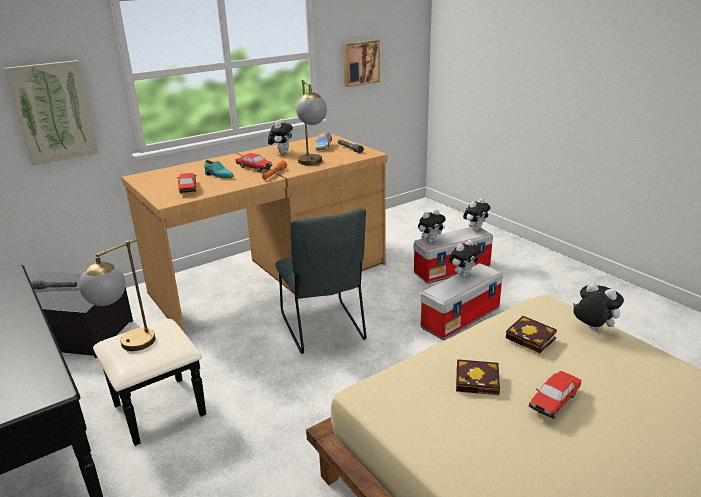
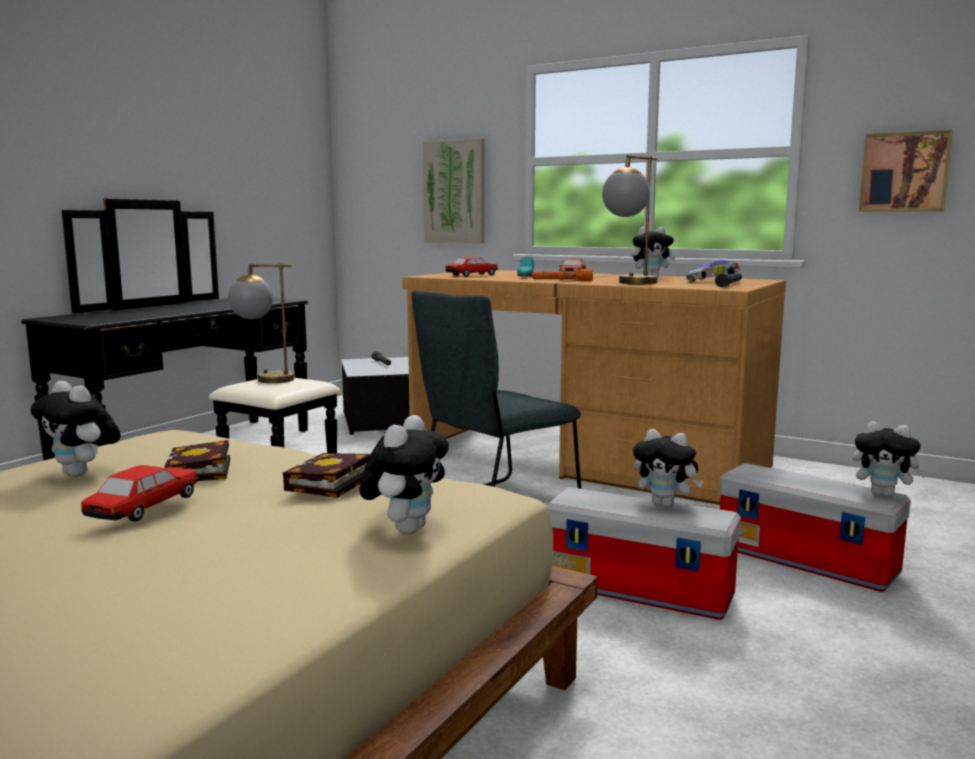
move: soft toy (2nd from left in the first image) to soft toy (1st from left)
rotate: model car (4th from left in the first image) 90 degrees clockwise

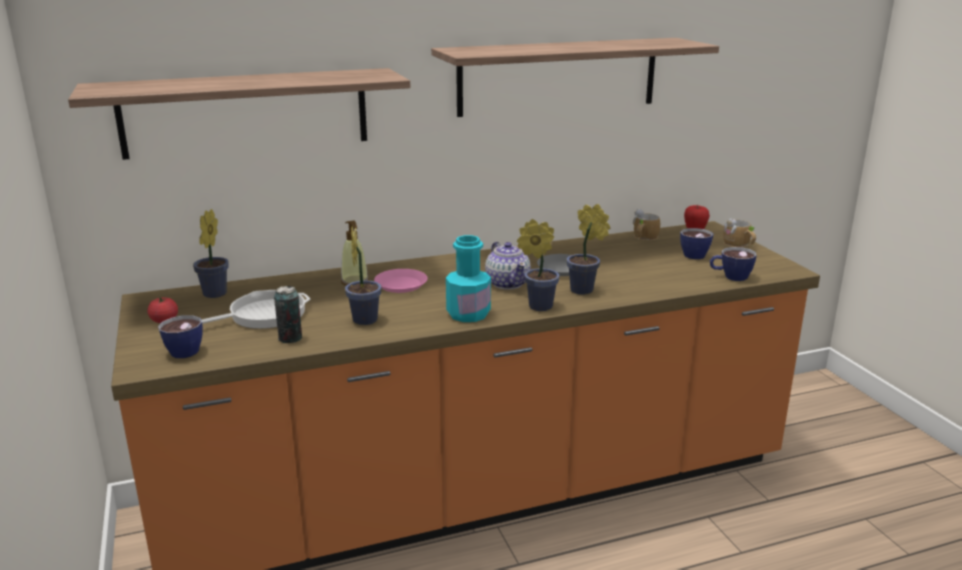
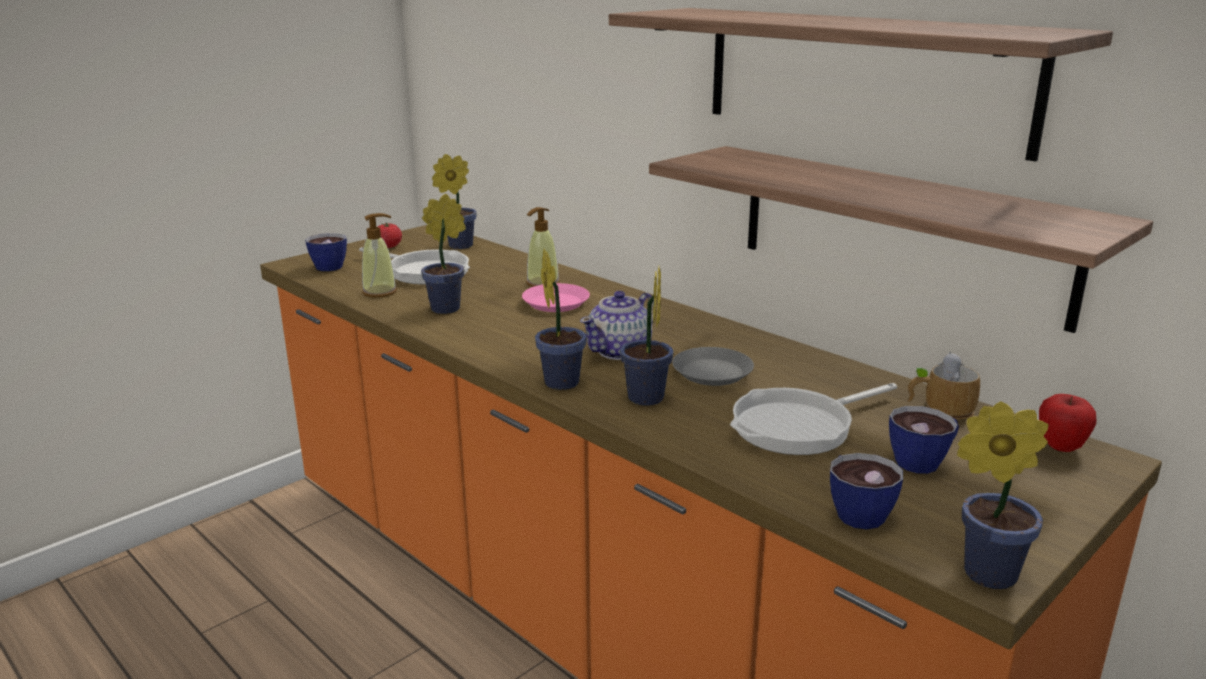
delete: beverage bottle (turquoise-coloured); coffee mug (2nd from left)
insert: frying pan (2nd from left); houseplant (5th from left)
move: shelf (1st from left in the first image) to shelf (2nd from left)
replace: sealed can to soap bottle (1st from left)

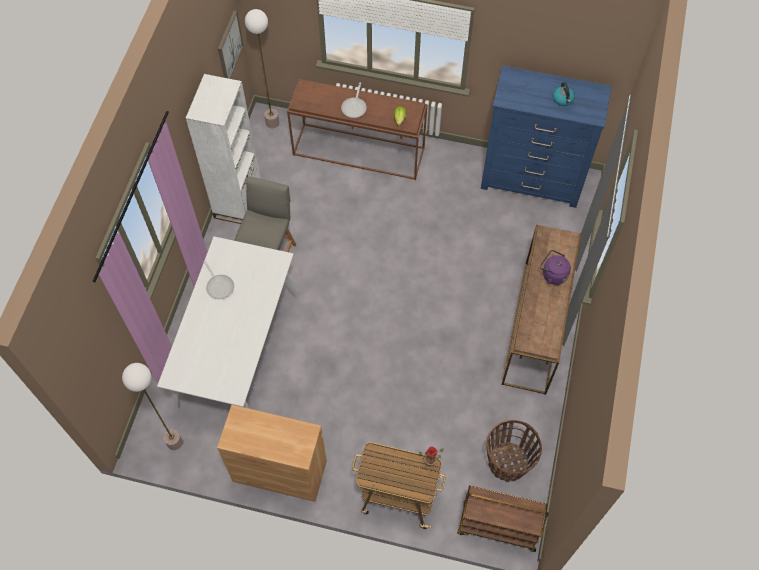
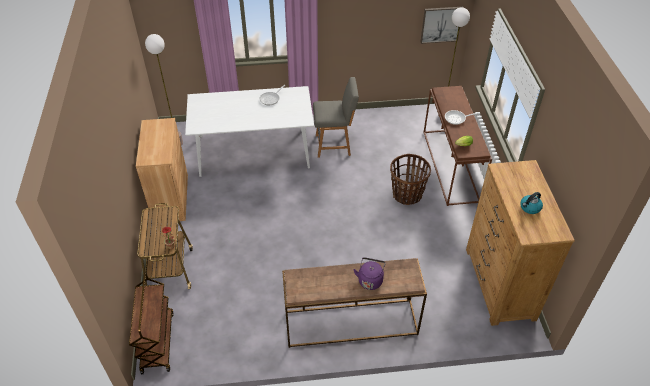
delete: bookcase (white-coloured)
move: storage basket
recolor: chest of drawers (bluish) to chest of drawers (brown)

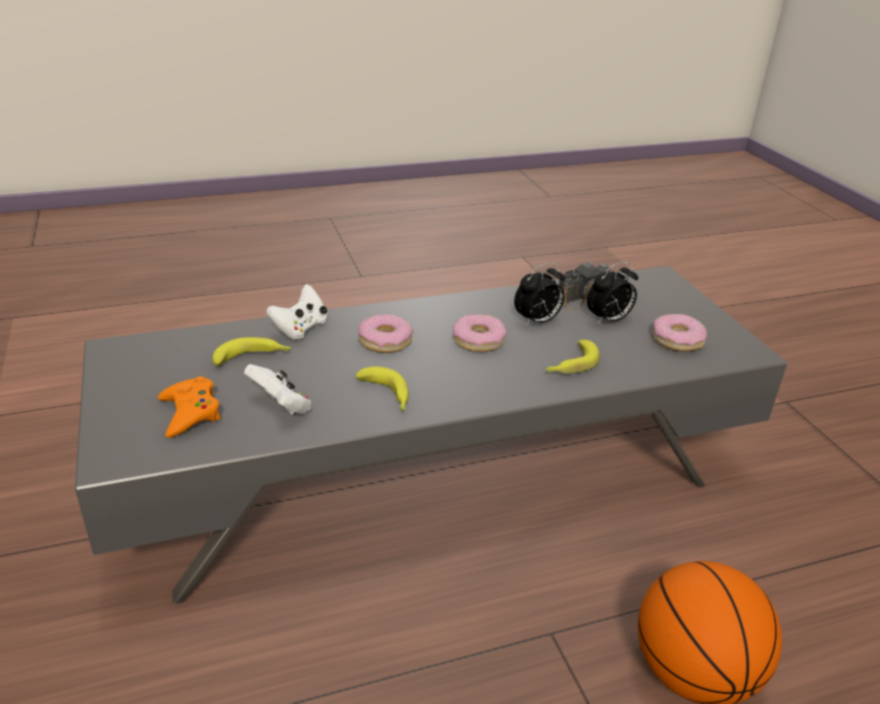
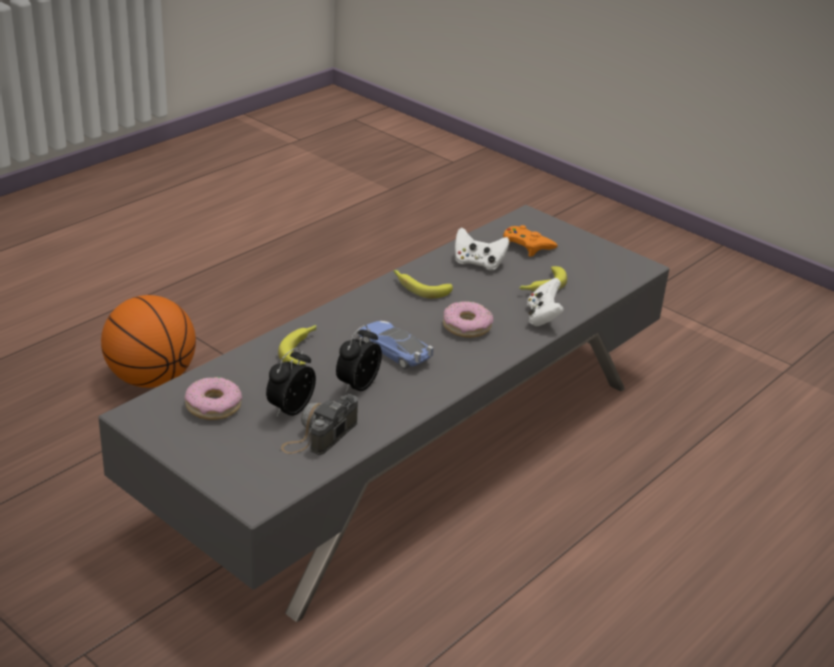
replace: donut (2nd from left) to model car

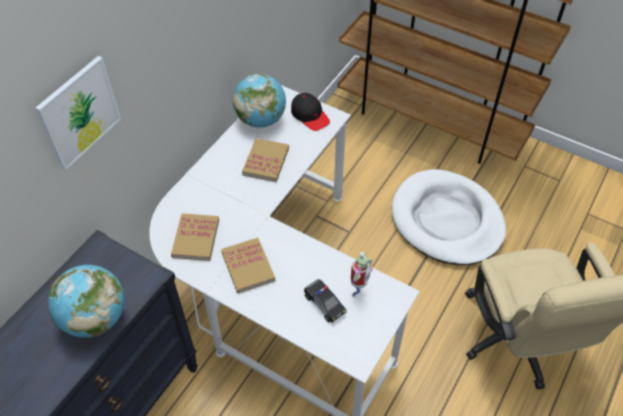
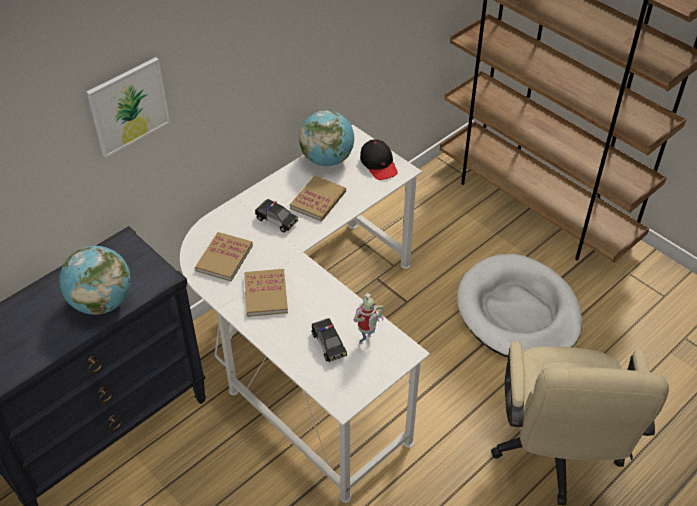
insert: model car (1st from left)

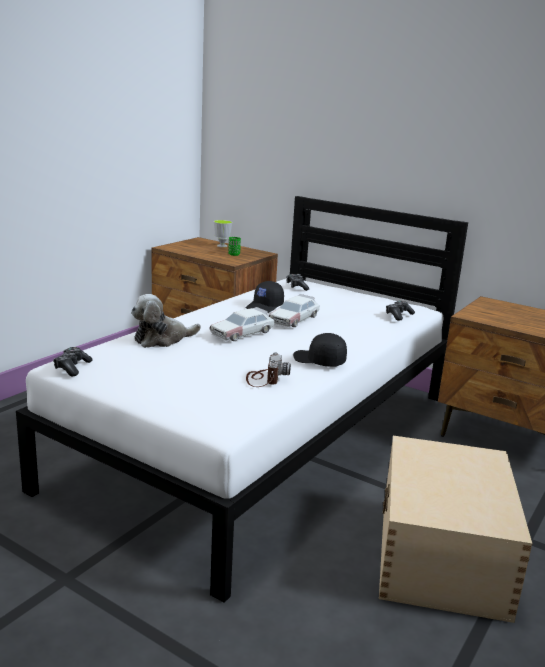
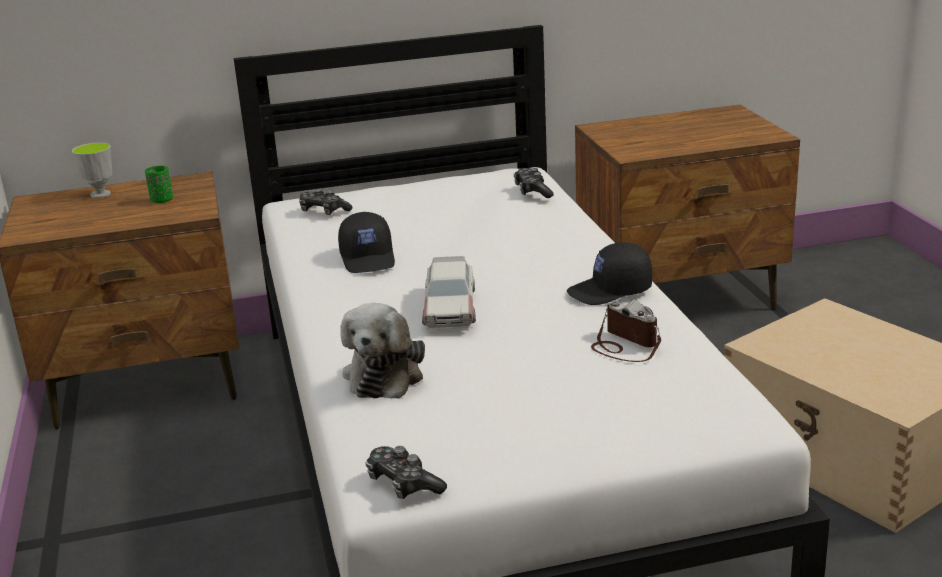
delete: model car (2nd from left)

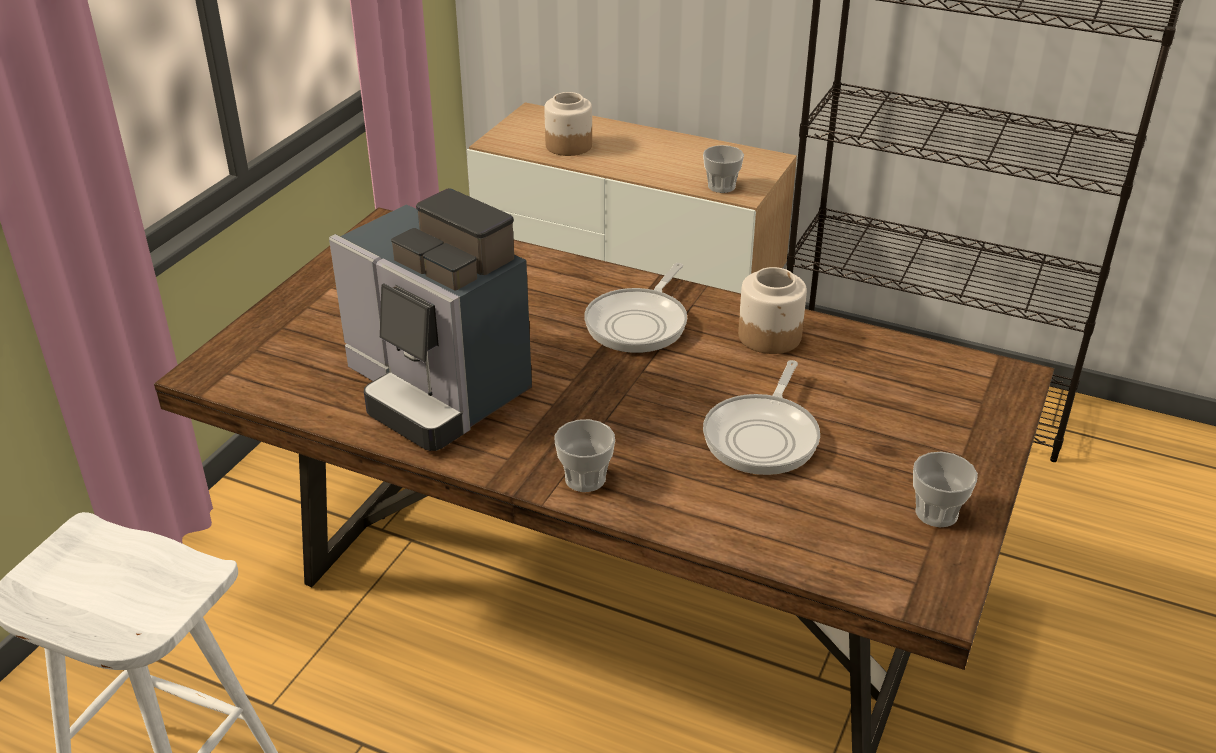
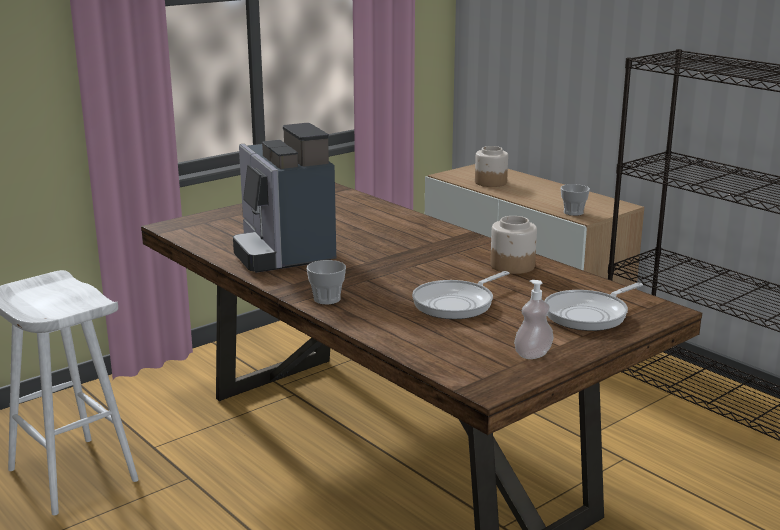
move: frying pan (1st from left in the first image) to frying pan (2nd from left)
replace: small cup (3rd from left) to soap bottle

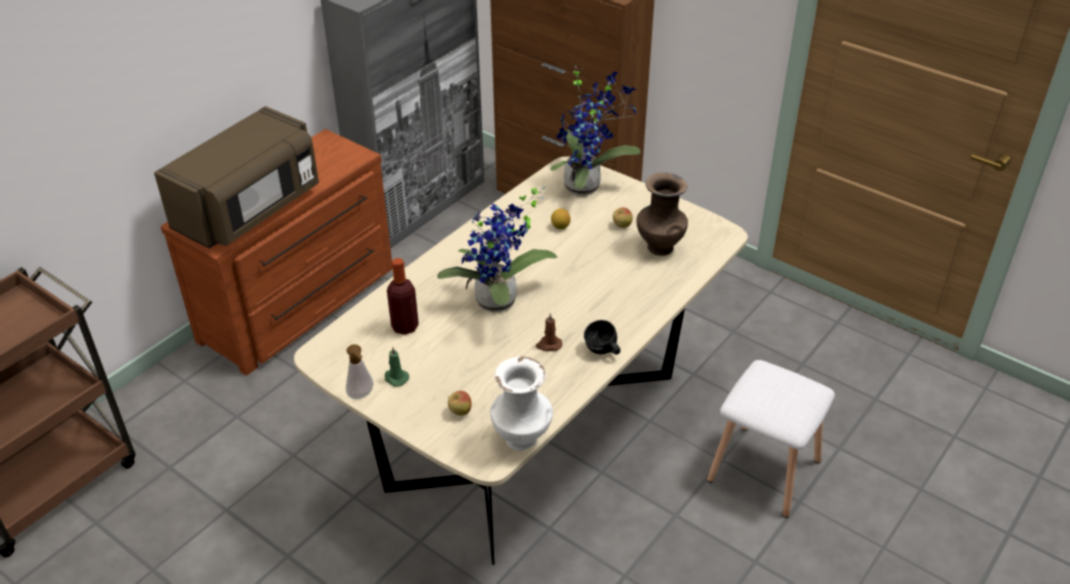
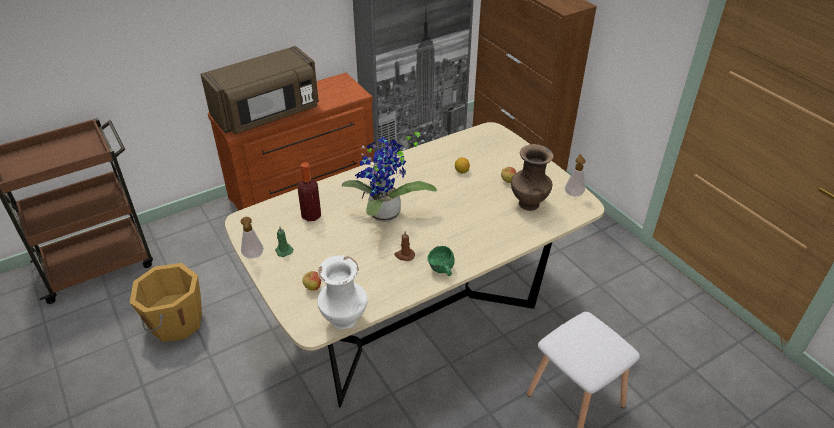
delete: houseplant (2nd from left)
insert: pail (orange-coloured); soap bottle (2nd from left)
recolor: coffee mug (black) to coffee mug (green)

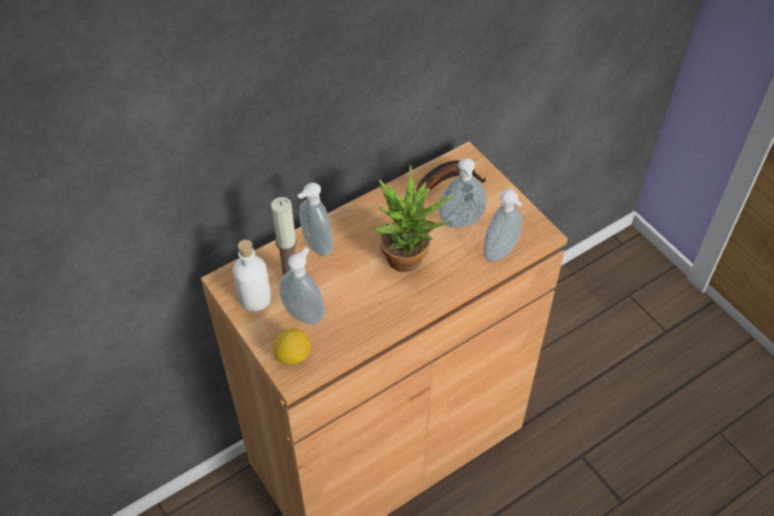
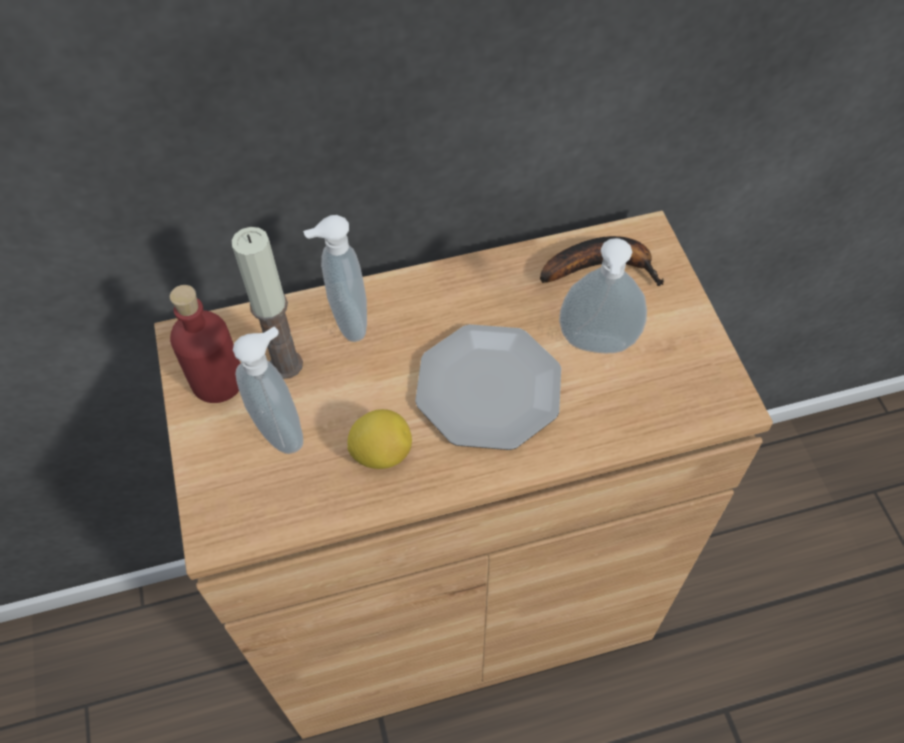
delete: soap bottle (4th from left)
move: citrus fruit
replace: houseplant to dinner plate
recolor: beverage bottle (white-coloured) to beverage bottle (red-coloured)

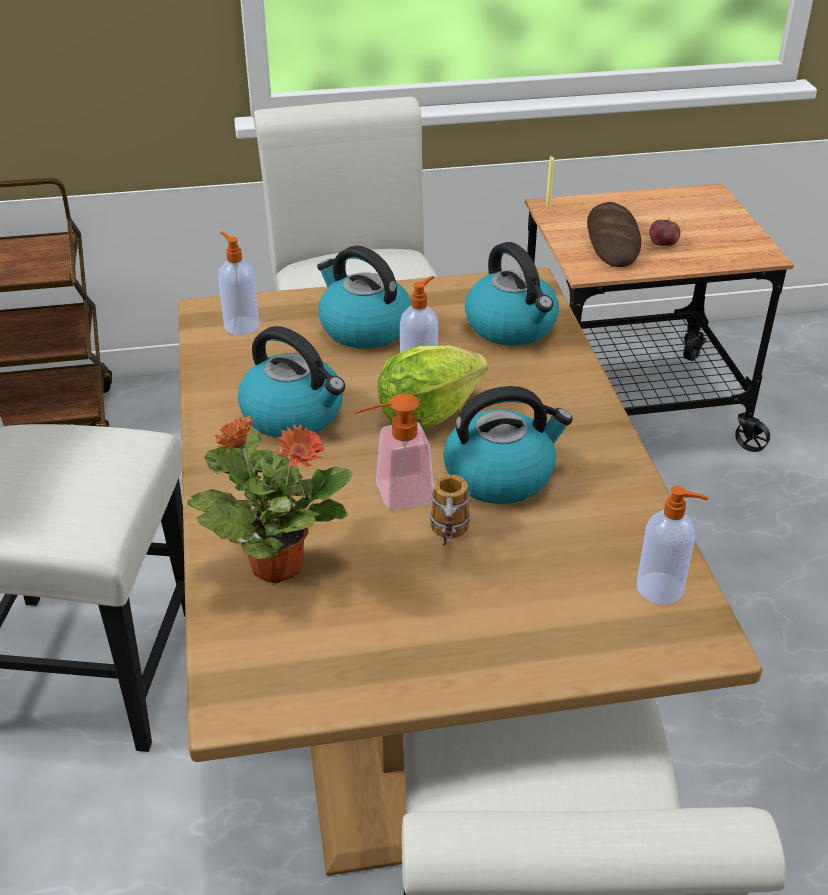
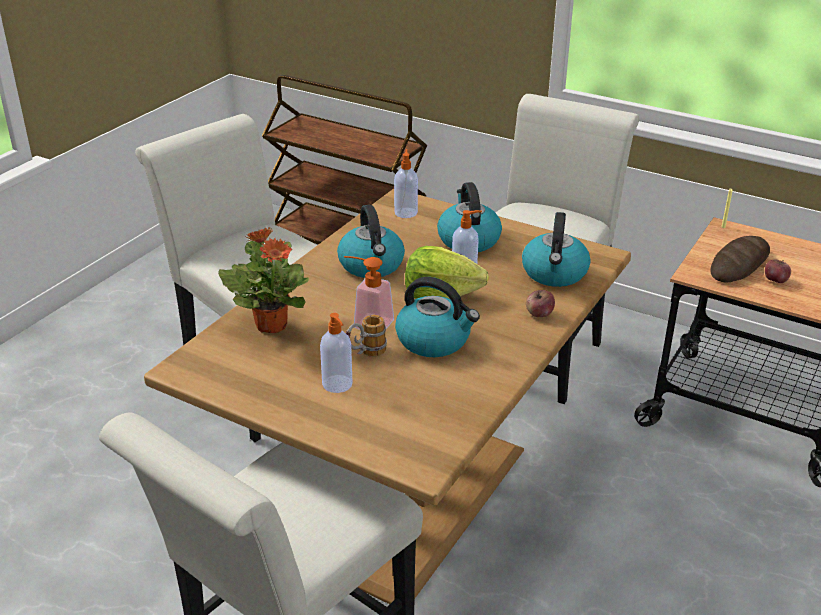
insert: whole apple (1st from left)
move: soap bottle (4th from left in the first image) to soap bottle (1st from left)

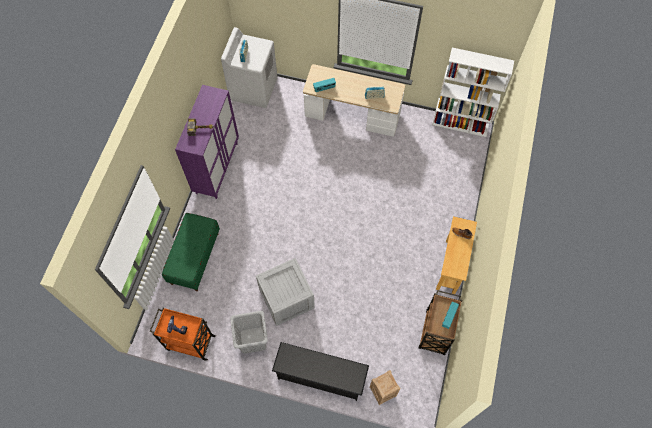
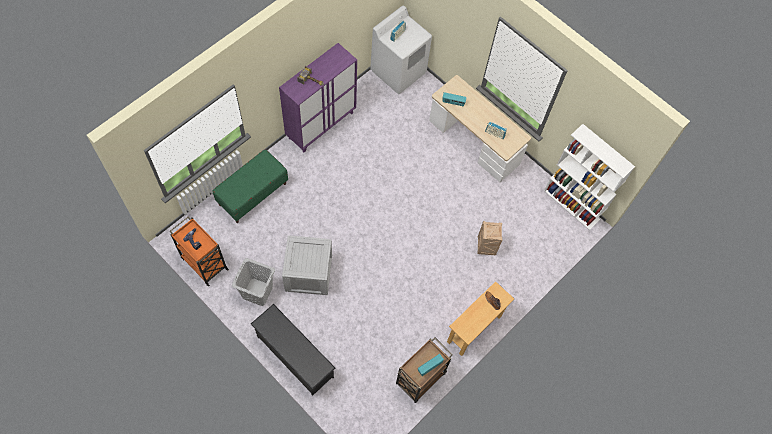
move: packing crate (2nd from left)

